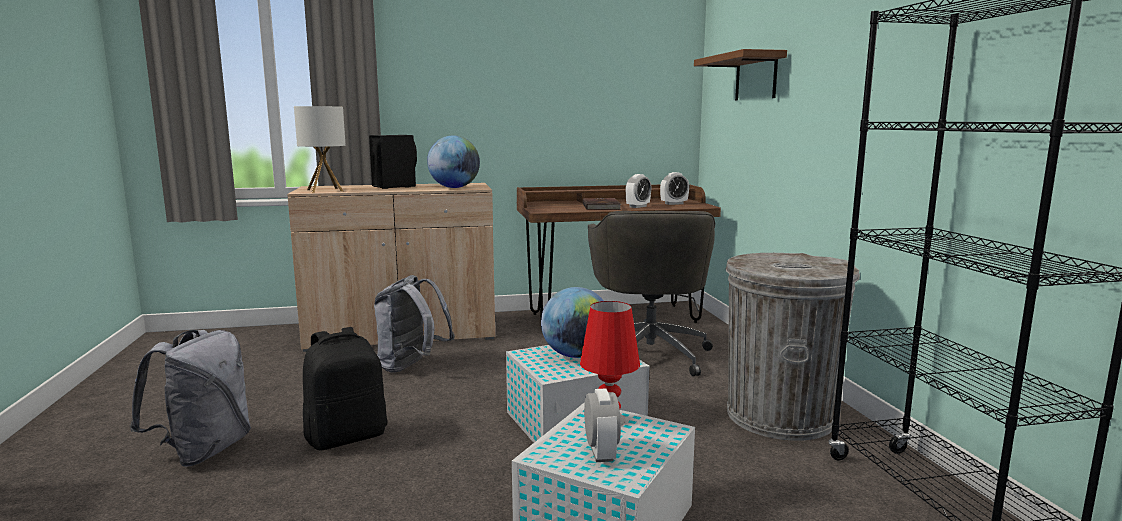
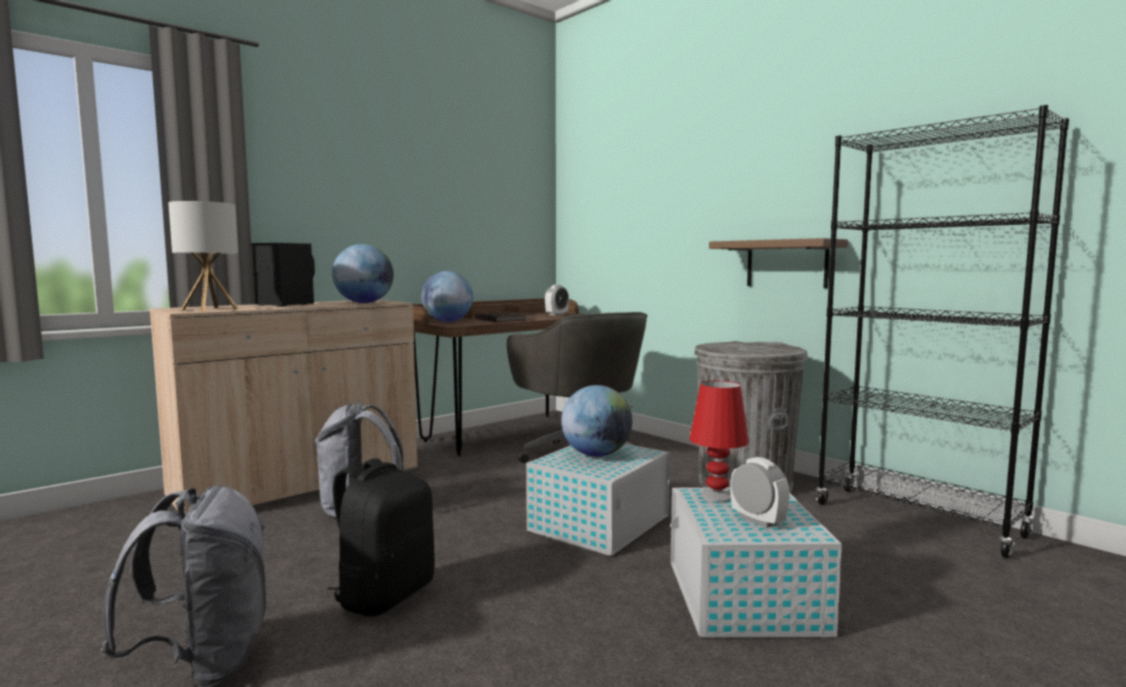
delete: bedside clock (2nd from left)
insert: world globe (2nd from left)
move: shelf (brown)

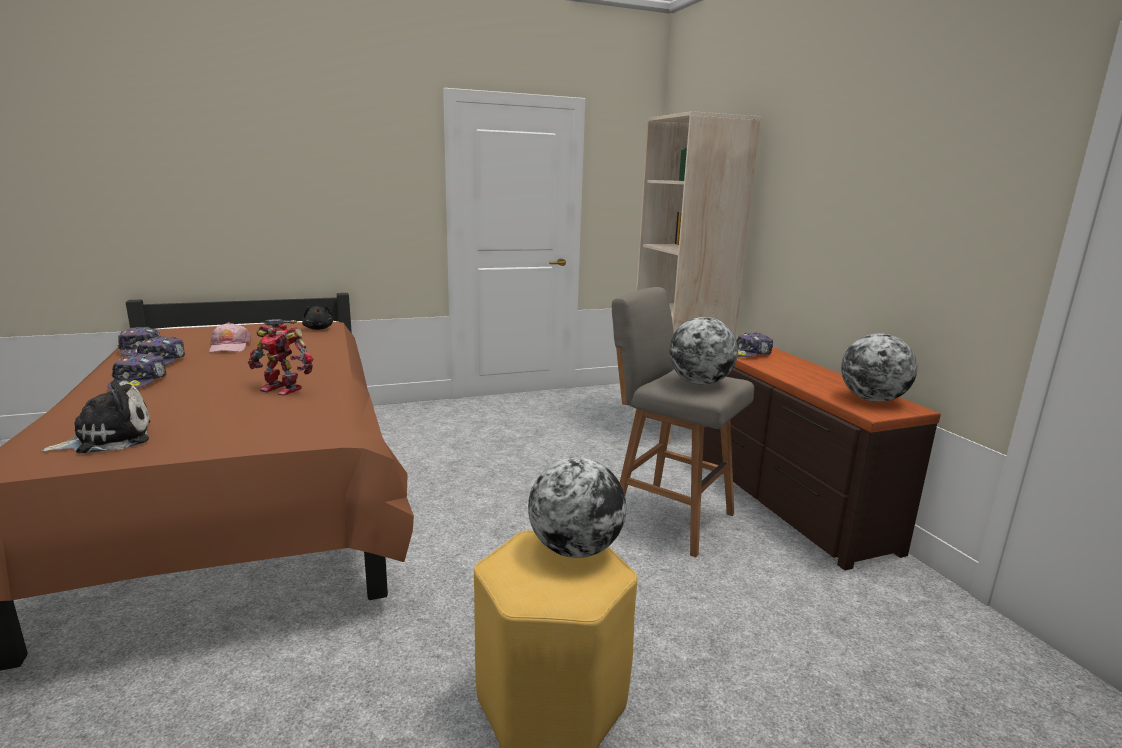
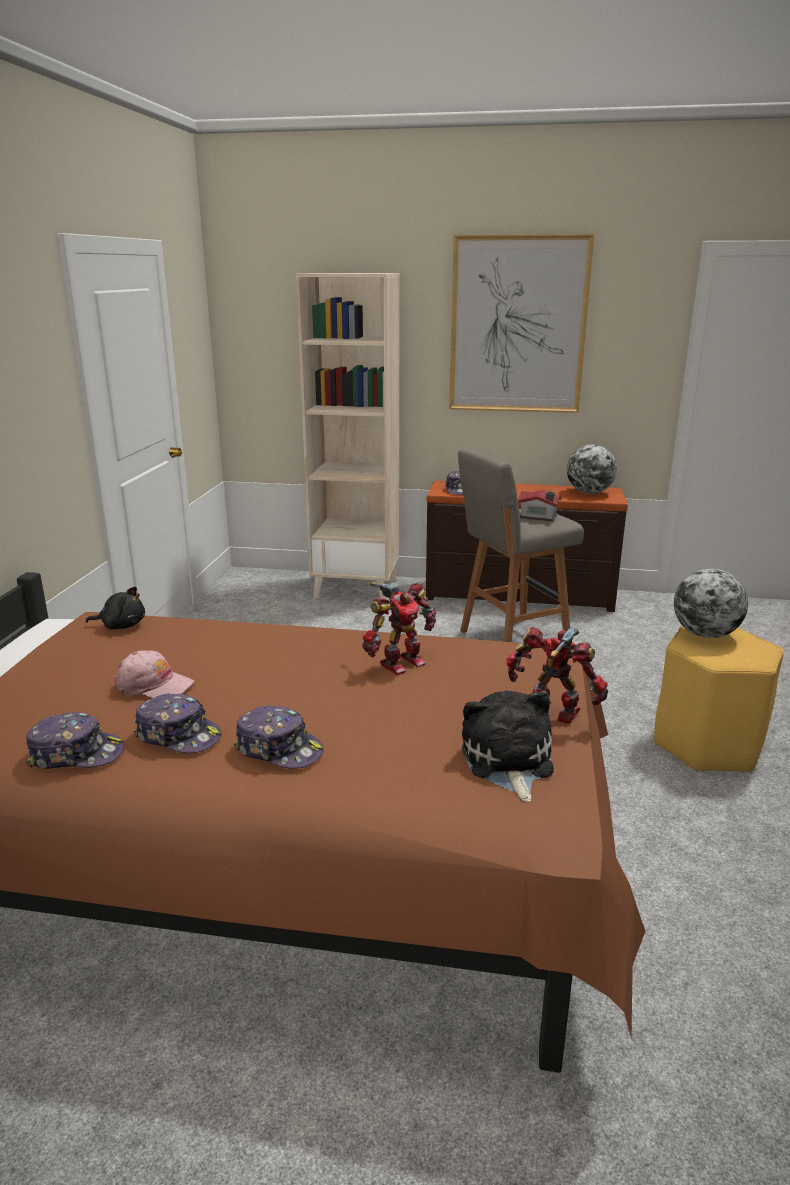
insert: wall picture; model robot (2nd from left)
replace: world globe (2nd from left) to toy house

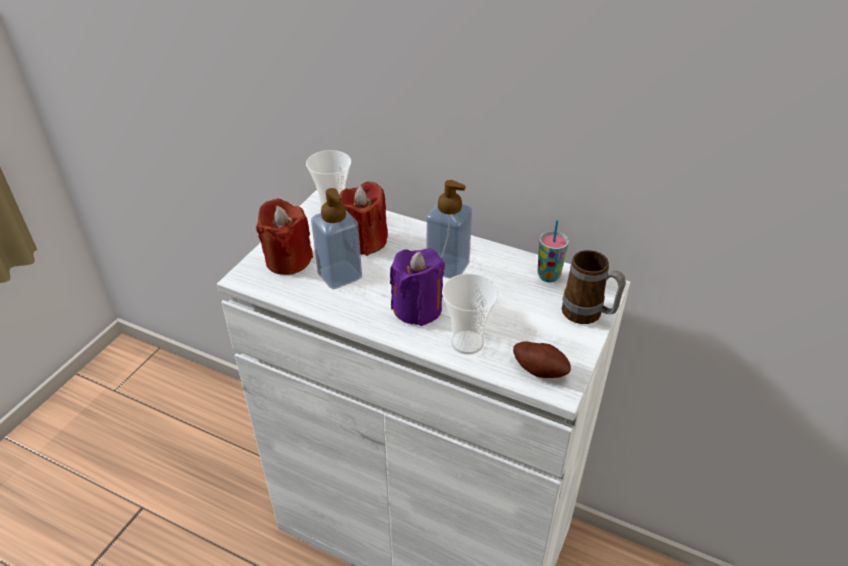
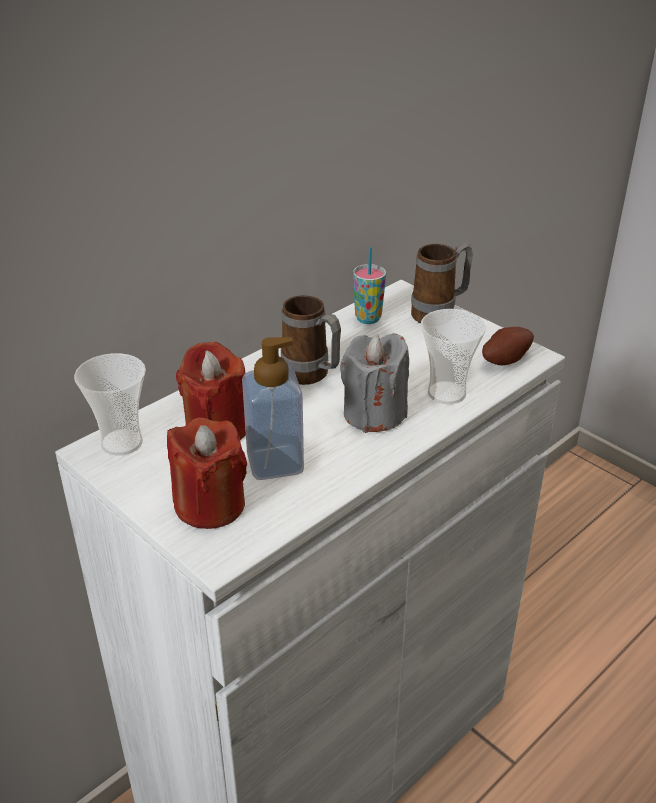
replace: soap bottle (2nd from left) to coffee mug (1st from left)
recolor: candle (purplish) to candle (greyish)

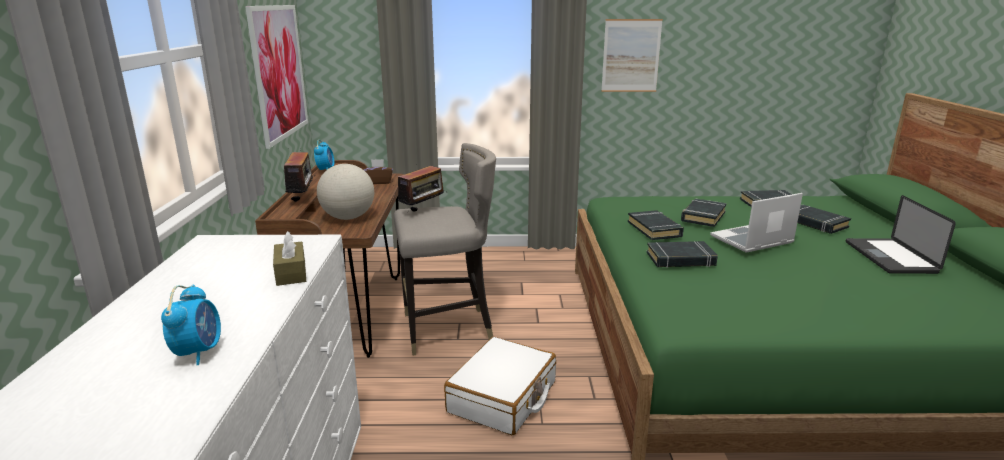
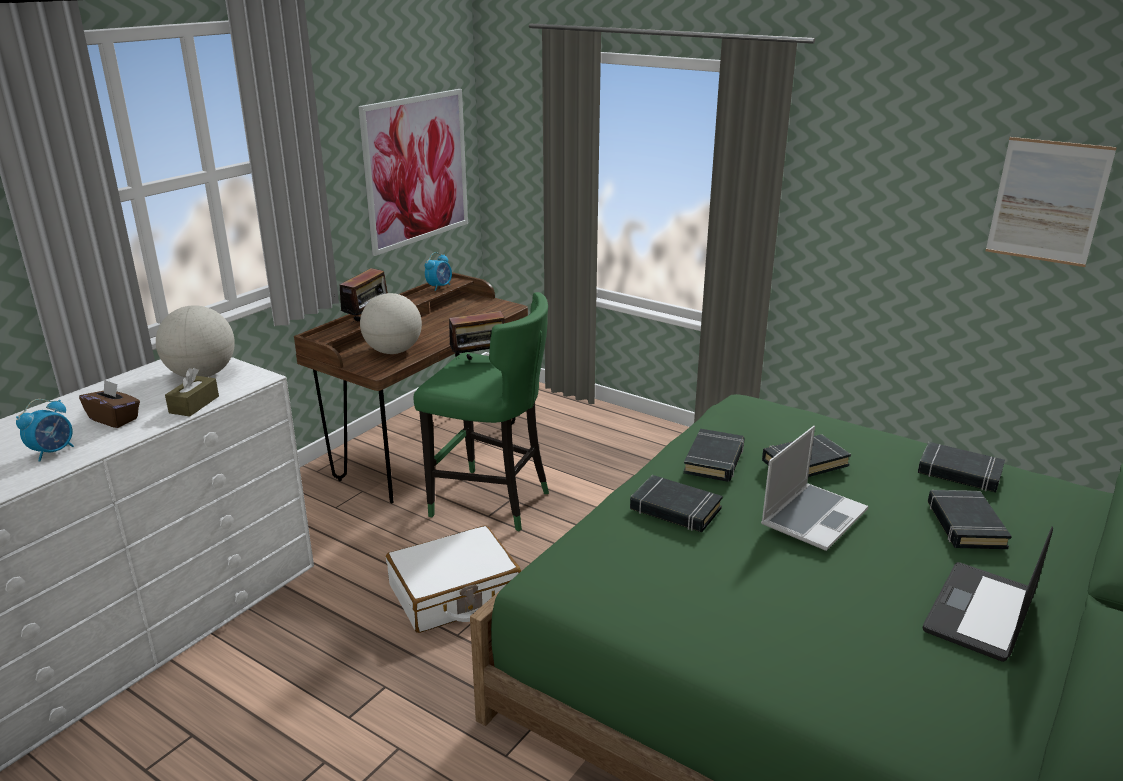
insert: world globe (1st from left)
move: tissue box (brown) (2nd from left in the first image) to tissue box (brown) (1st from left); wall picture (2nd from left)
recolor: stool (greyish) to stool (green)
rotate: portable computer (1st from left) 120 degrees clockwise

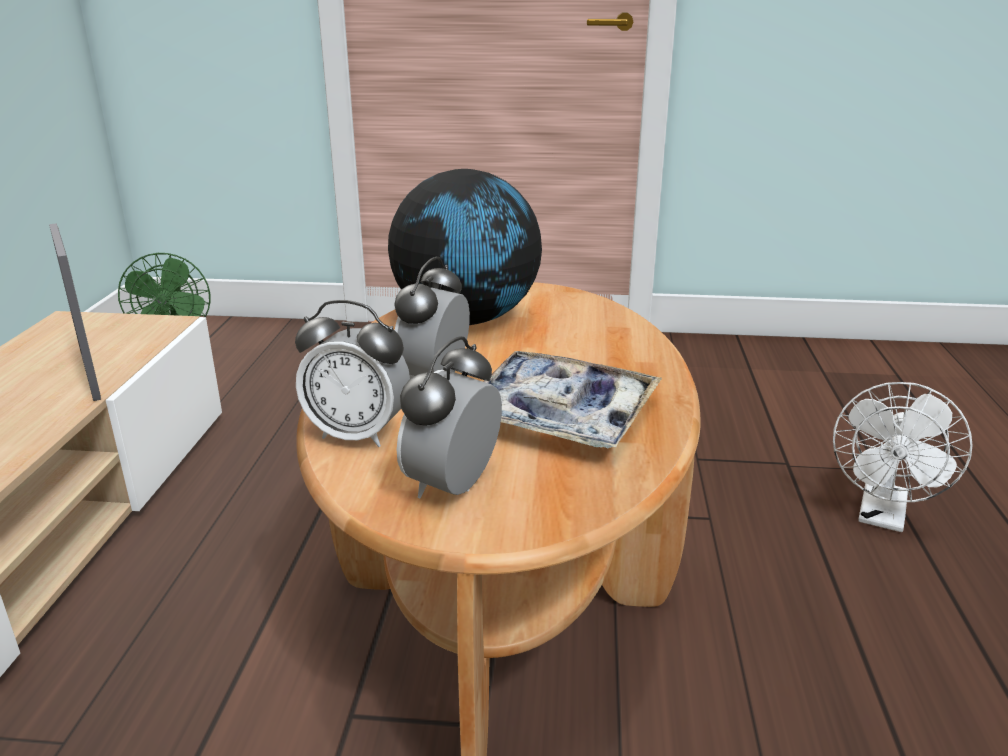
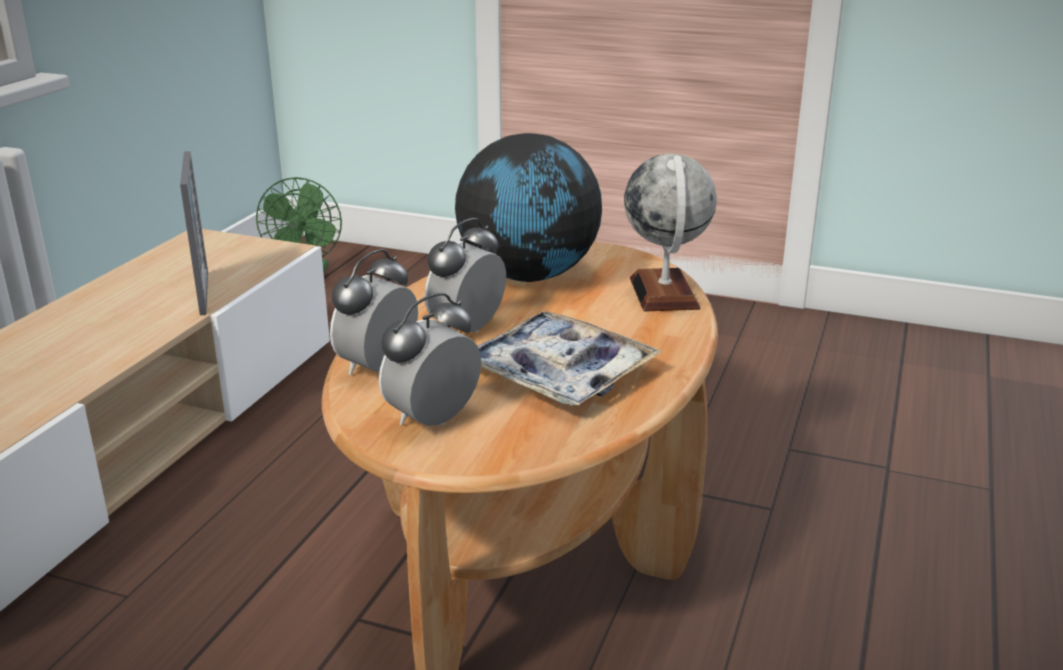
delete: fan (white-coloured)
insert: world globe (2nd from left)
rotate: bedside clock (1st from left) 90 degrees clockwise

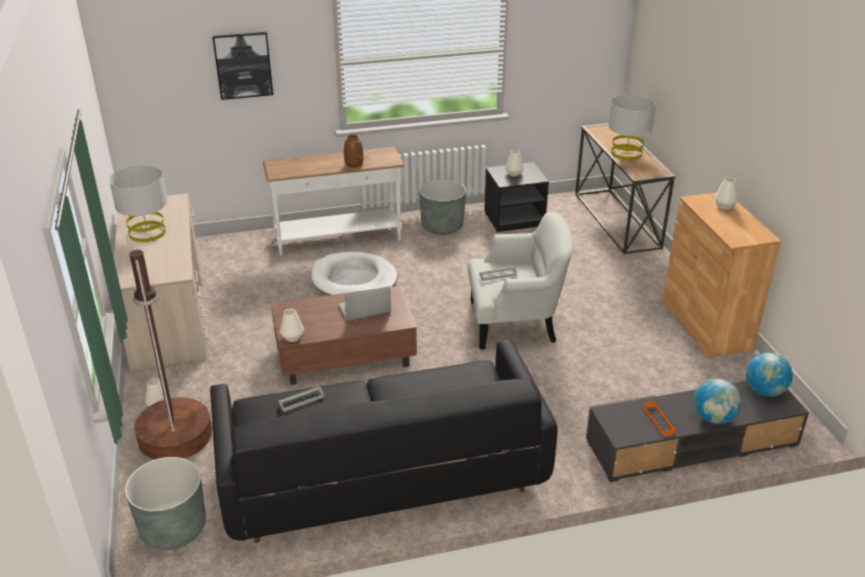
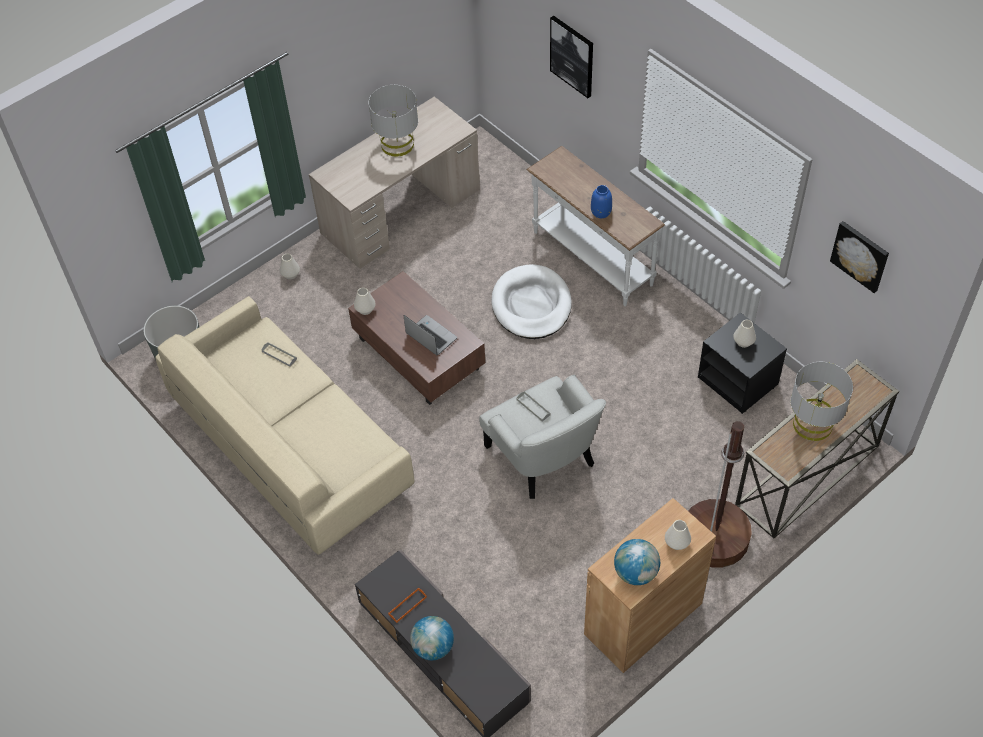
delete: flower pot (greyish) (2nd from left)
insert: wall picture (2nd from left)
move: standing lamp (brown); world globe (2nd from left)
recolor: sofa (black) to sofa (beige-coloured); flower vase (brown) to flower vase (bluish)

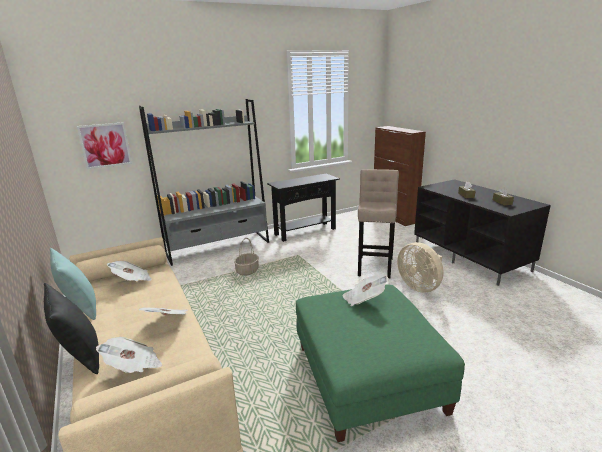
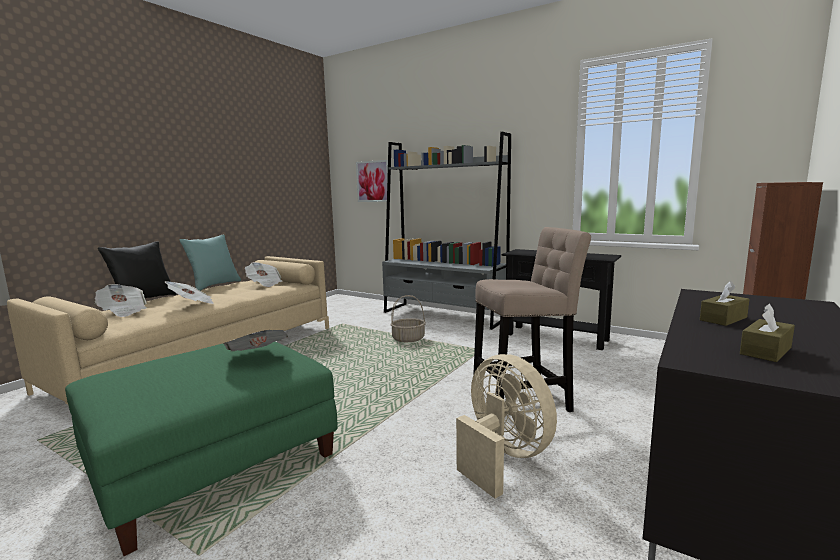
rotate: fan (beige-coloured) 120 degrees clockwise

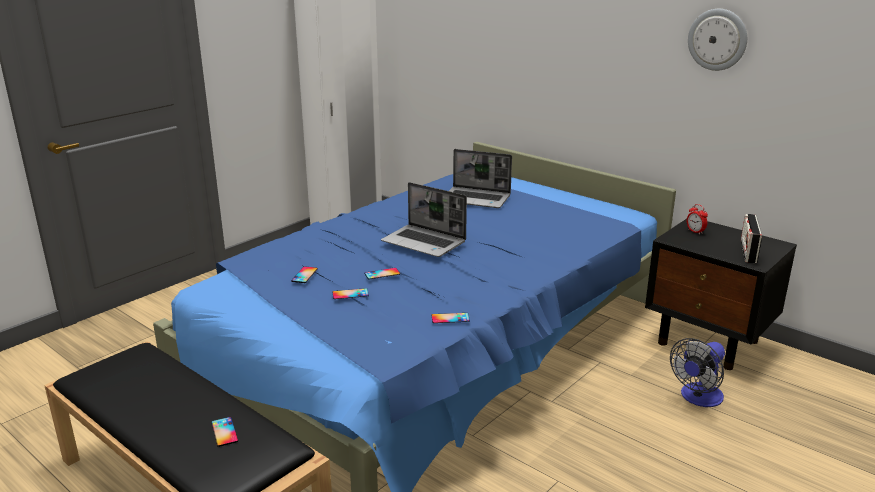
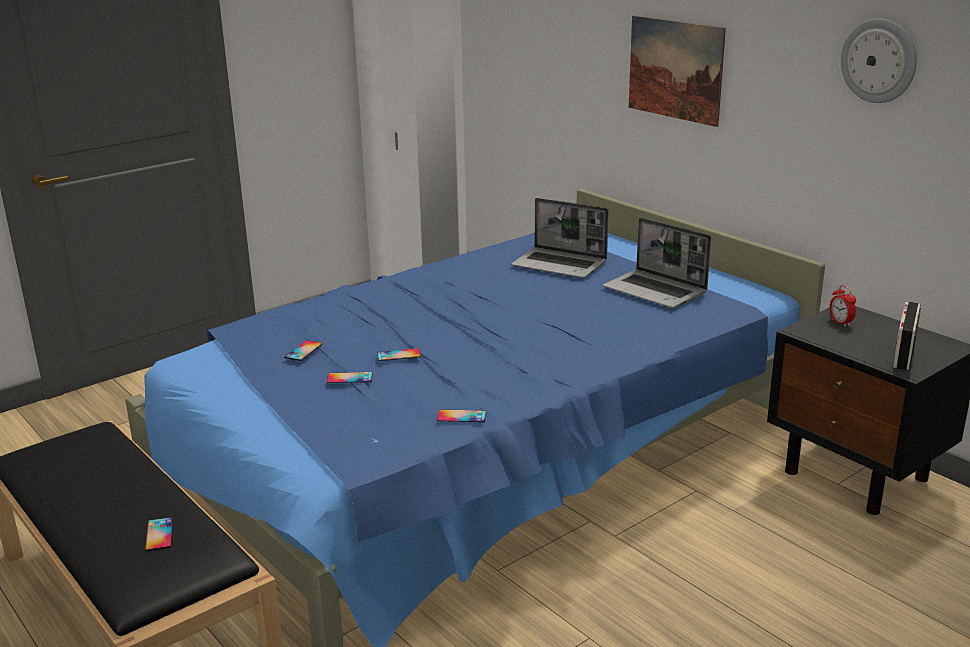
delete: fan
insert: wall picture
move: portable computer (1st from left in the first image) to portable computer (2nd from left)

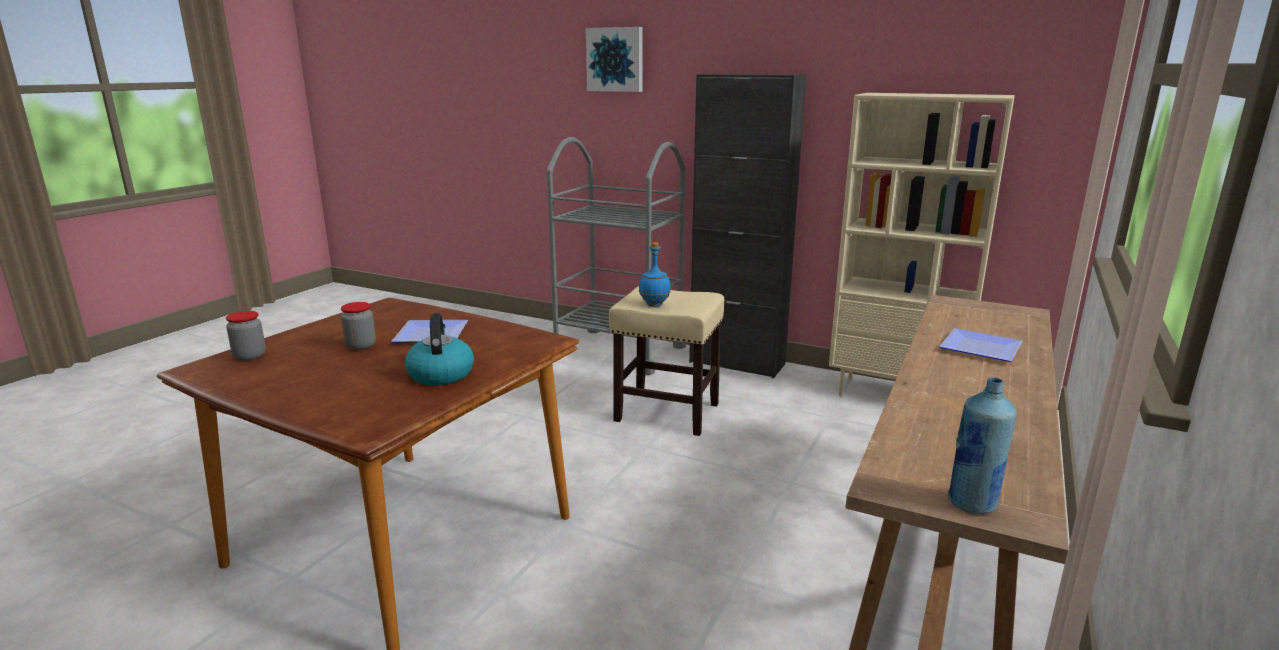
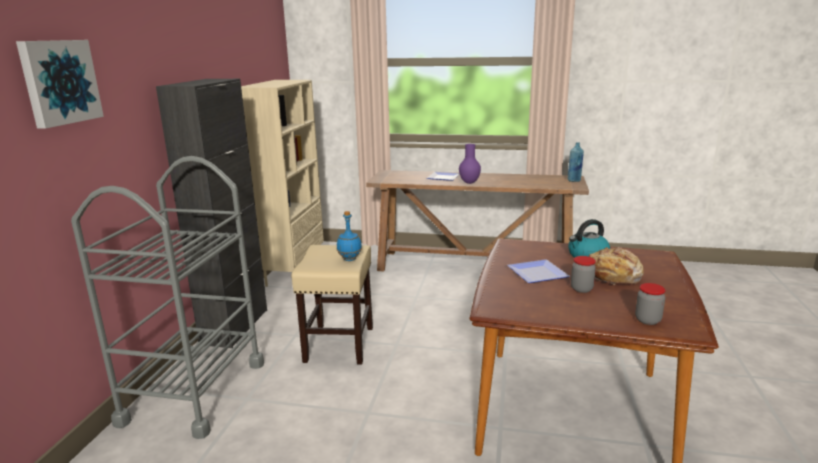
insert: flower vase (purplish); baked bread

